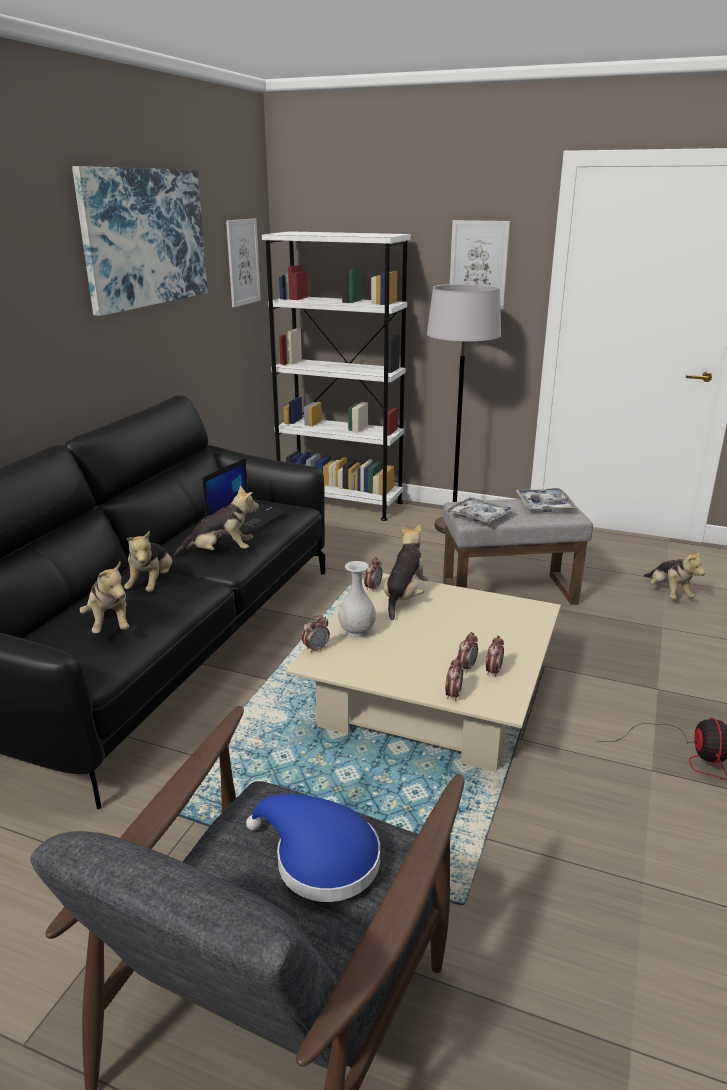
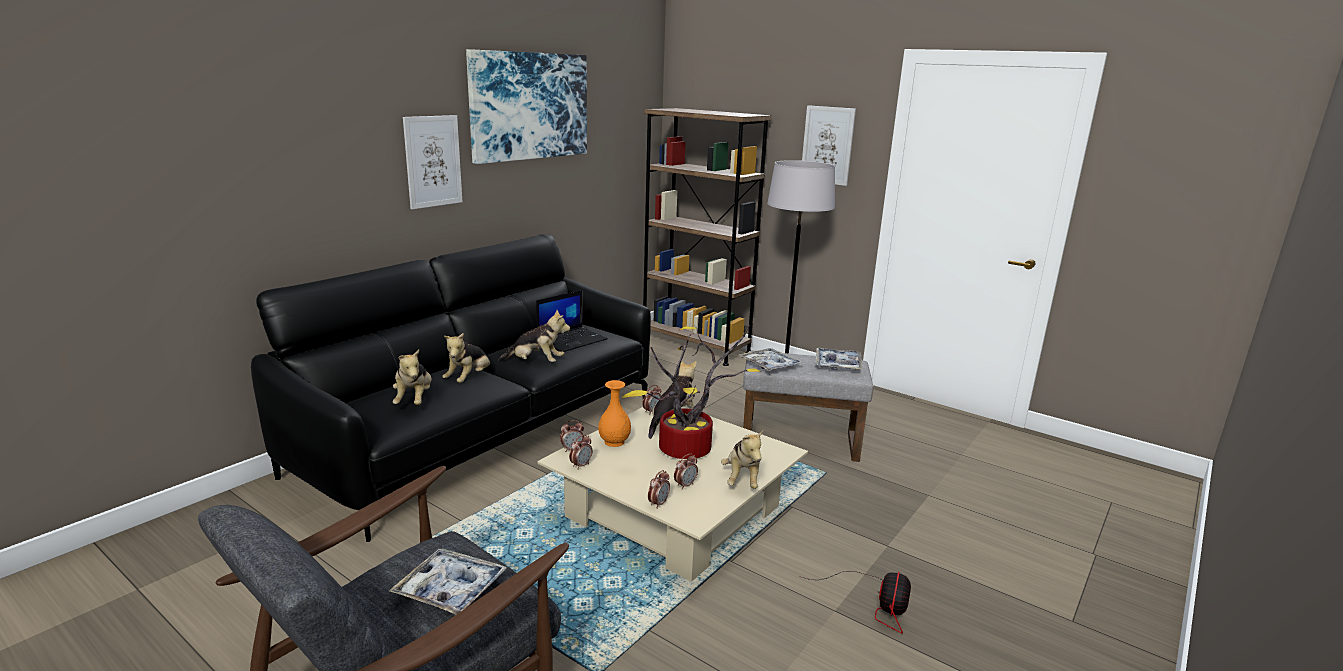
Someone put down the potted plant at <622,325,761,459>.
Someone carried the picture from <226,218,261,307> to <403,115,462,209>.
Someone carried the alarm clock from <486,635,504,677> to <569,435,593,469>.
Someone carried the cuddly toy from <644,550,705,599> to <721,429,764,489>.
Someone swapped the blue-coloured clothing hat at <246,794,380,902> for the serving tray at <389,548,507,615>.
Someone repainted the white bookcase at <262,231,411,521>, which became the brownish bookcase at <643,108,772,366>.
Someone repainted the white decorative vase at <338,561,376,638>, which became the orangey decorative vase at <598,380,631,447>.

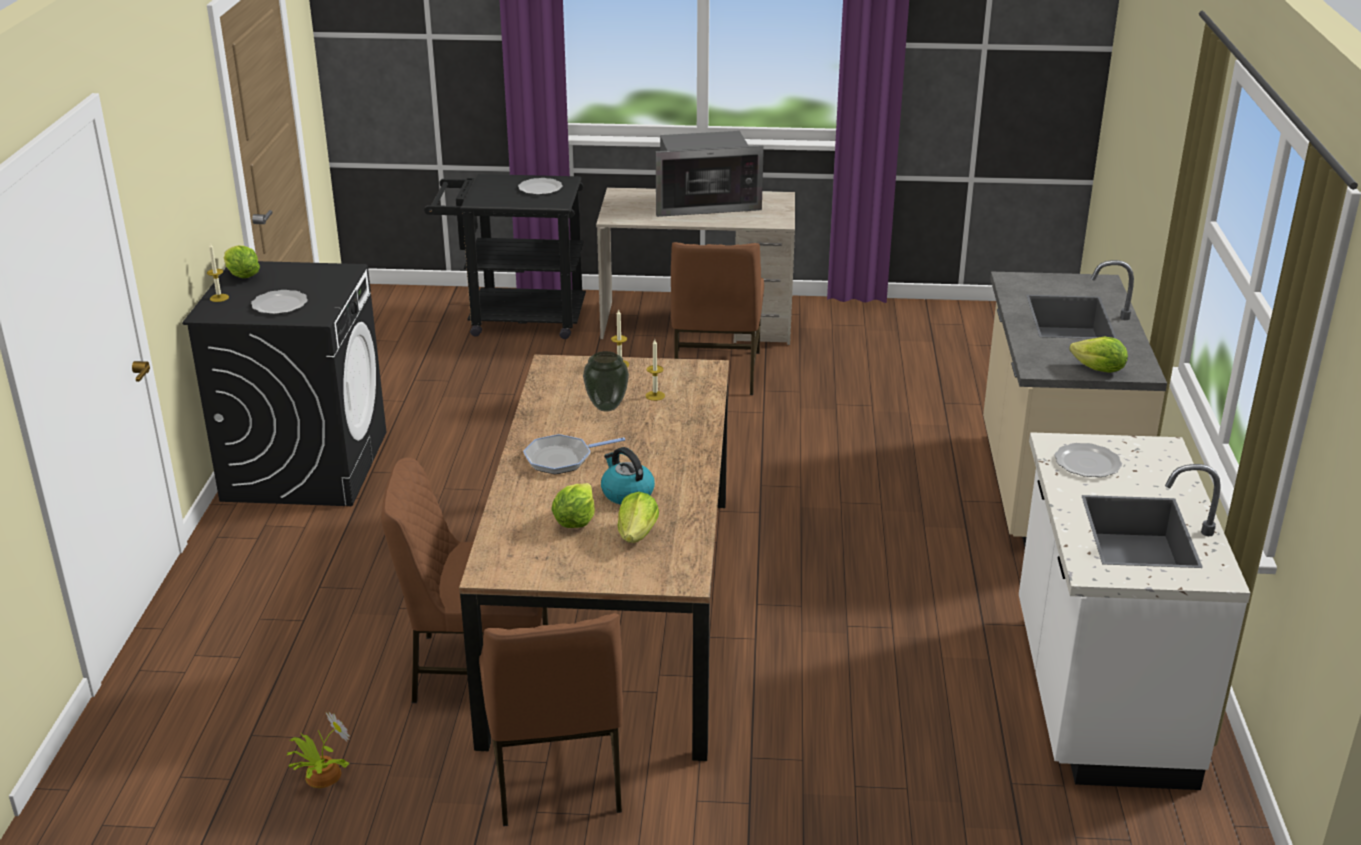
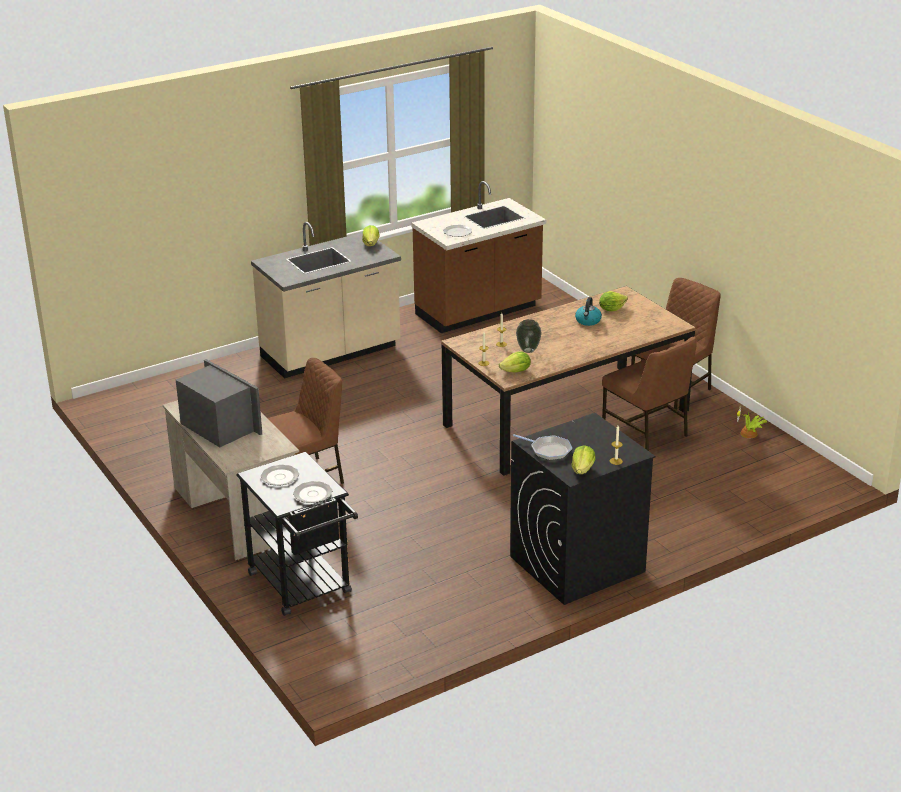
Someone carried the plate from <251,290,308,314> to <293,481,332,503>.
Someone carried the skillet from <523,434,625,474> to <513,434,572,460>.
Someone carried the lettuce from <551,483,595,528> to <499,352,531,373>.
Someone repainted the white kitchen counter at <1019,432,1250,790>, which became the brownish kitchen counter at <411,181,546,333>.

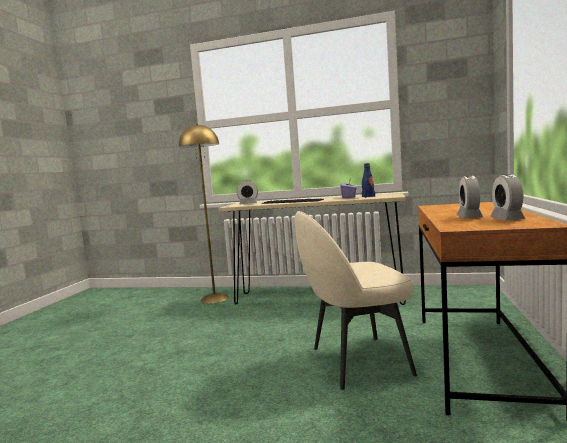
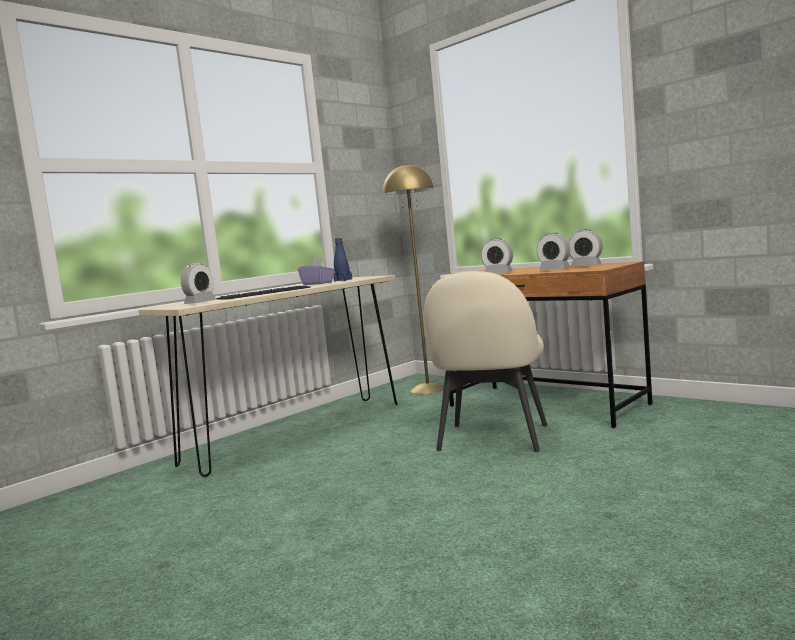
Someone put down the alarm clock at <481,238,513,273>.
Someone carried the yellowish floor lamp from <179,124,229,303> to <383,164,444,394>.

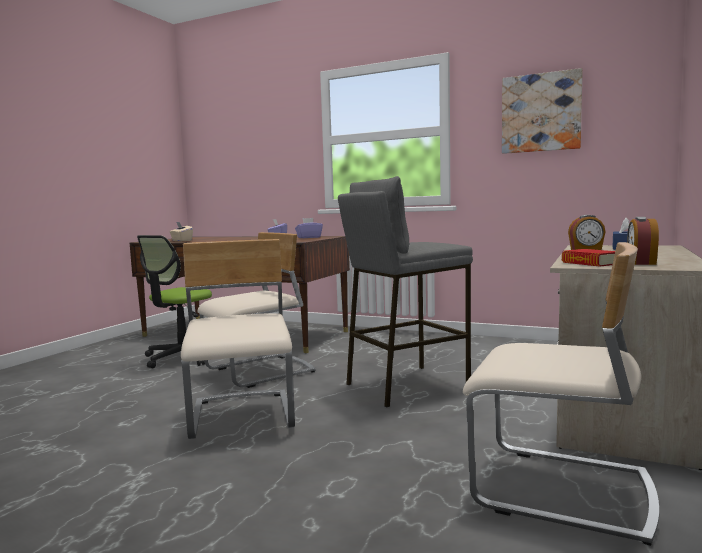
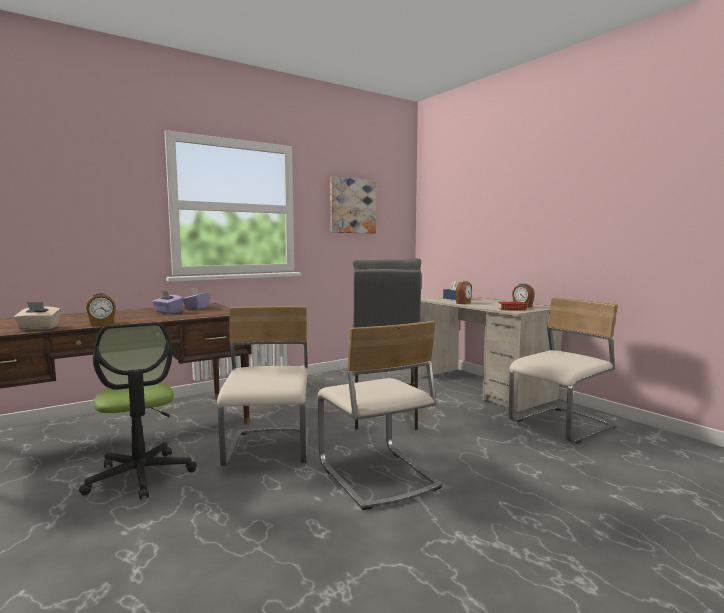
Someone put down the alarm clock at <86,293,116,326>.
Someone rotated the sand-coloured plain chair at <181,239,295,439> by 135 degrees counterclockwise.

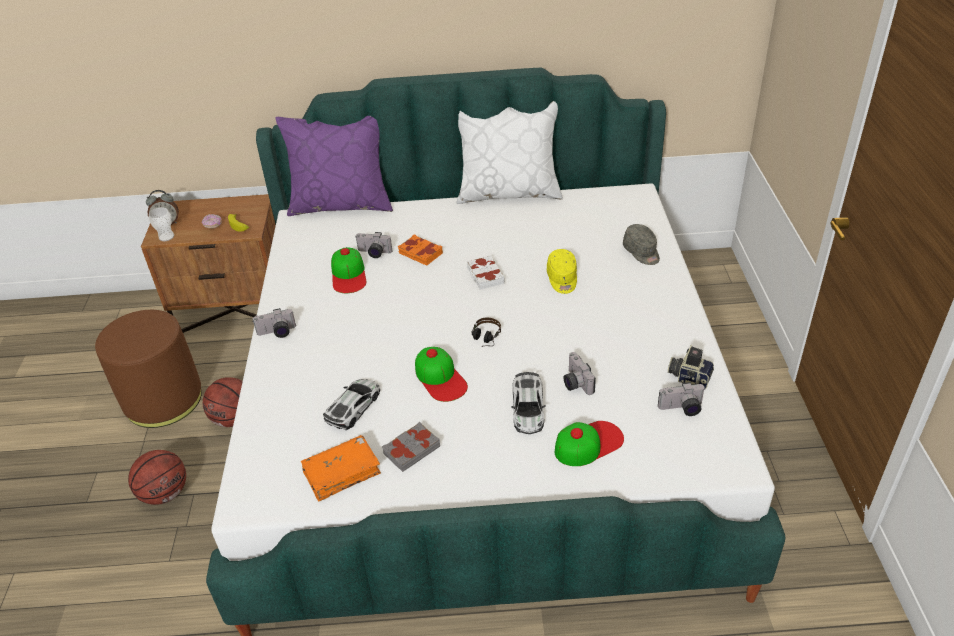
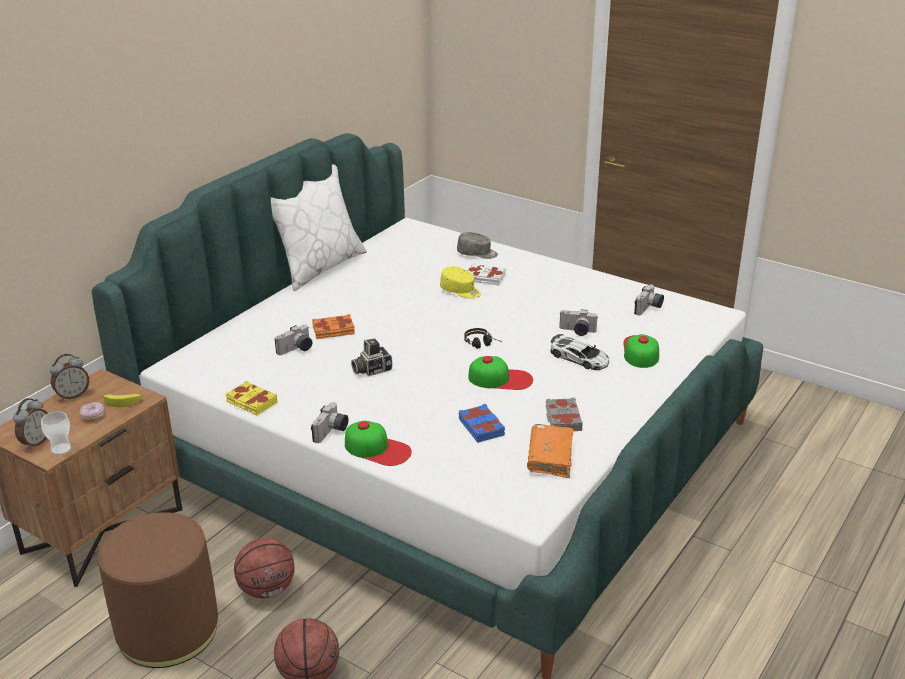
Someone took away the purplish cushion at <276,116,393,216>.
Someone put down the alarm clock at <50,354,89,400>.
Someone put down the yellowish volume at <225,381,277,416>.
Someone carried the peaked cap from <331,247,366,293> to <345,421,412,466>.
Someone carried the white volume from <467,255,505,290> to <468,263,506,285>.
Someone carried the still camera from <668,345,714,389> to <351,339,392,376>.
Someone swapped the toy car at <323,379,380,430> for the blue-coloured volume at <459,404,505,443>.

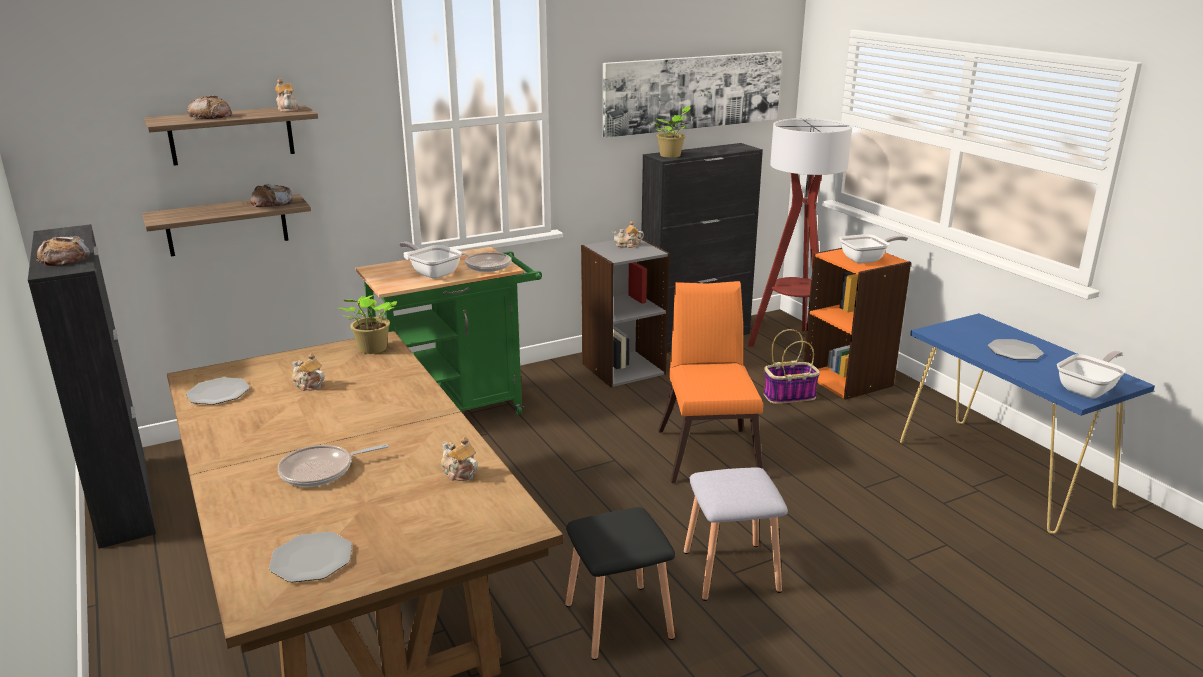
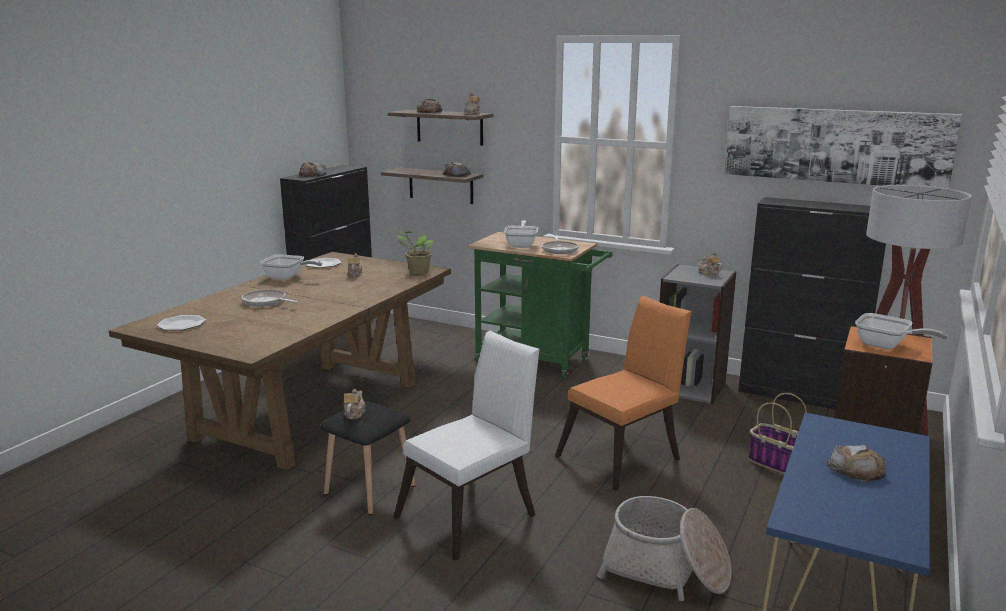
Someone took away the potted plant at <651,106,690,158>.
Someone put down the basket at <597,496,732,601>.
Someone carried the teapot from <441,437,478,481> to <344,389,366,419>.
Someone carried the skillet from <1057,350,1126,399> to <260,254,322,279>.
Someone swapped the grey stool seat at <684,467,788,601> for the white plain chair at <393,331,540,561>.
Someone swapped the plate at <988,339,1043,360> for the baked bread at <827,445,886,482>.

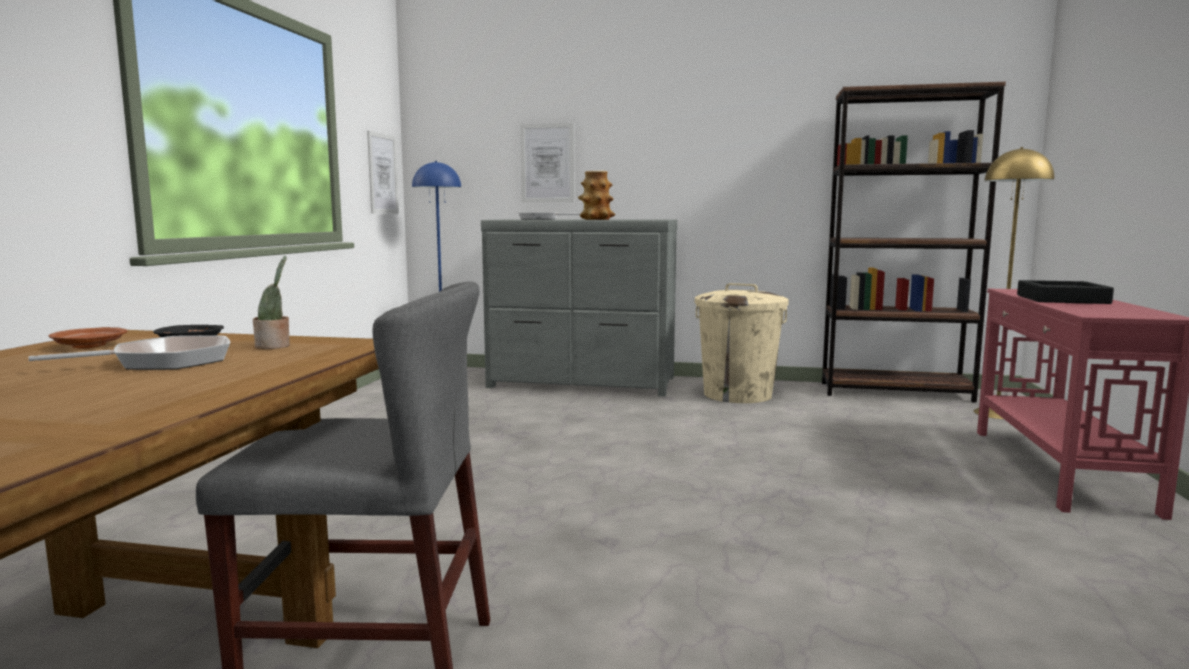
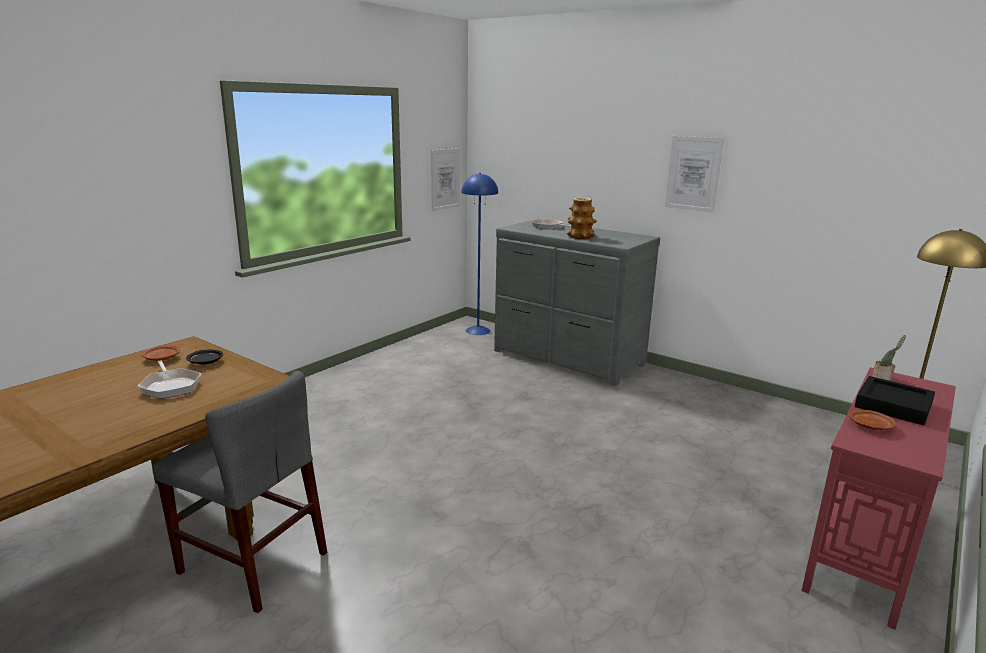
Someone took away the sand-coloured rubbish bin at <695,283,789,403>.
Someone took away the brownish bookcase at <822,82,1006,403>.
Someone put down the brownish plate at <849,410,896,430>.
Someone carried the potted plant from <253,256,290,349> to <872,335,906,381>.
Someone carried the picture from <520,123,575,202> to <665,136,724,213>.
Someone rotated the skillet at <29,335,230,370> by 60 degrees clockwise.

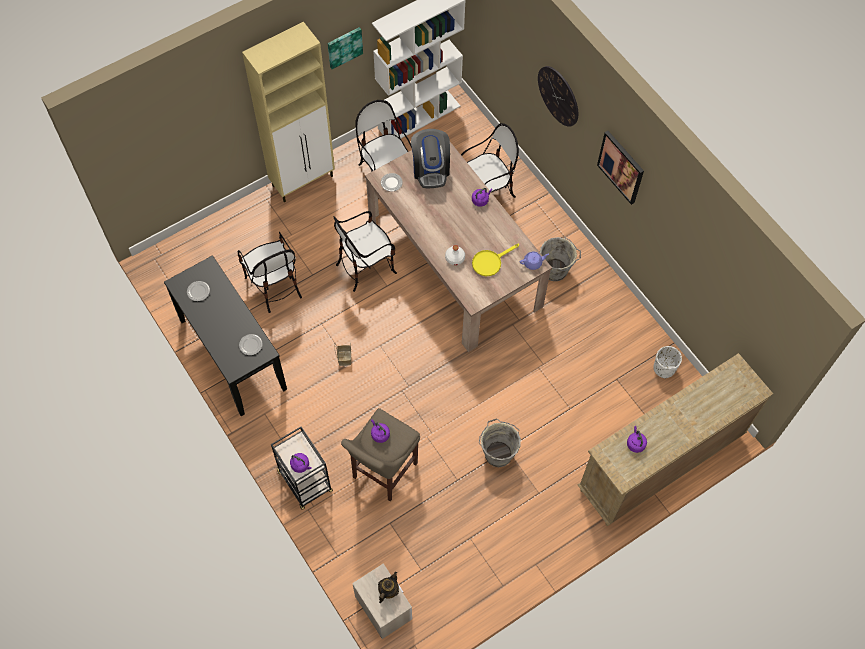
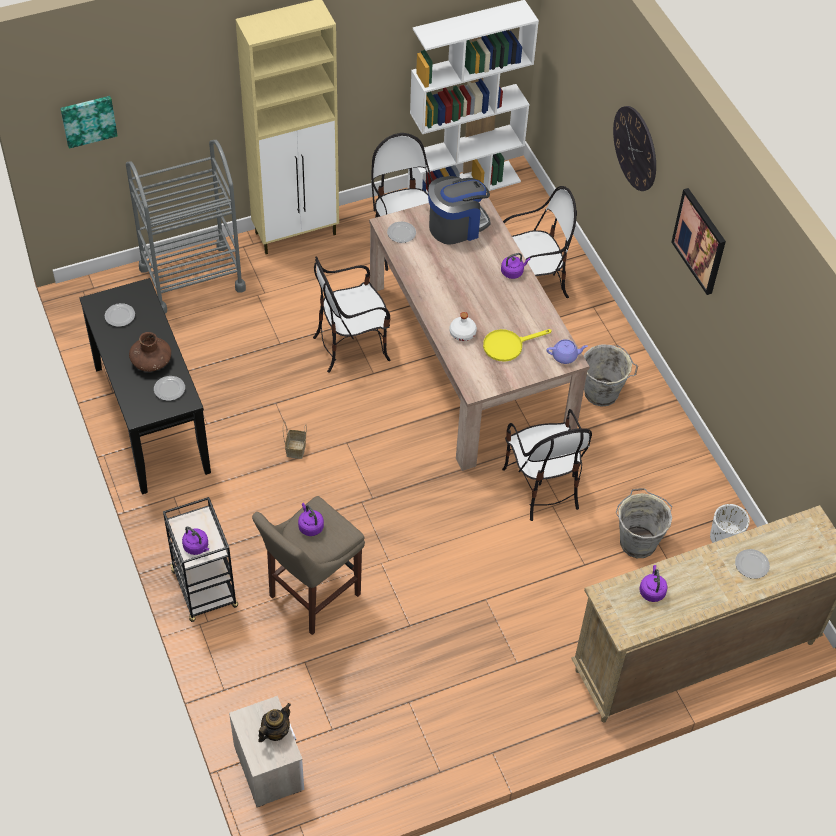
Someone put down the grey trolley at <126,140,246,314>.
Someone put down the brownish decorative vase at <129,332,171,372>.
Someone put down the plate at <735,549,770,579>.
Someone carried the plain chair from <238,232,302,313> to <502,409,592,521>.
Someone carried the picture from <328,27,363,69> to <60,96,118,149>.
Someone carried the grey water bucket from <479,419,521,467> to <616,488,672,558>.
Someone rotated the coffee brewer at <411,129,450,188> by 120 degrees counterclockwise.

